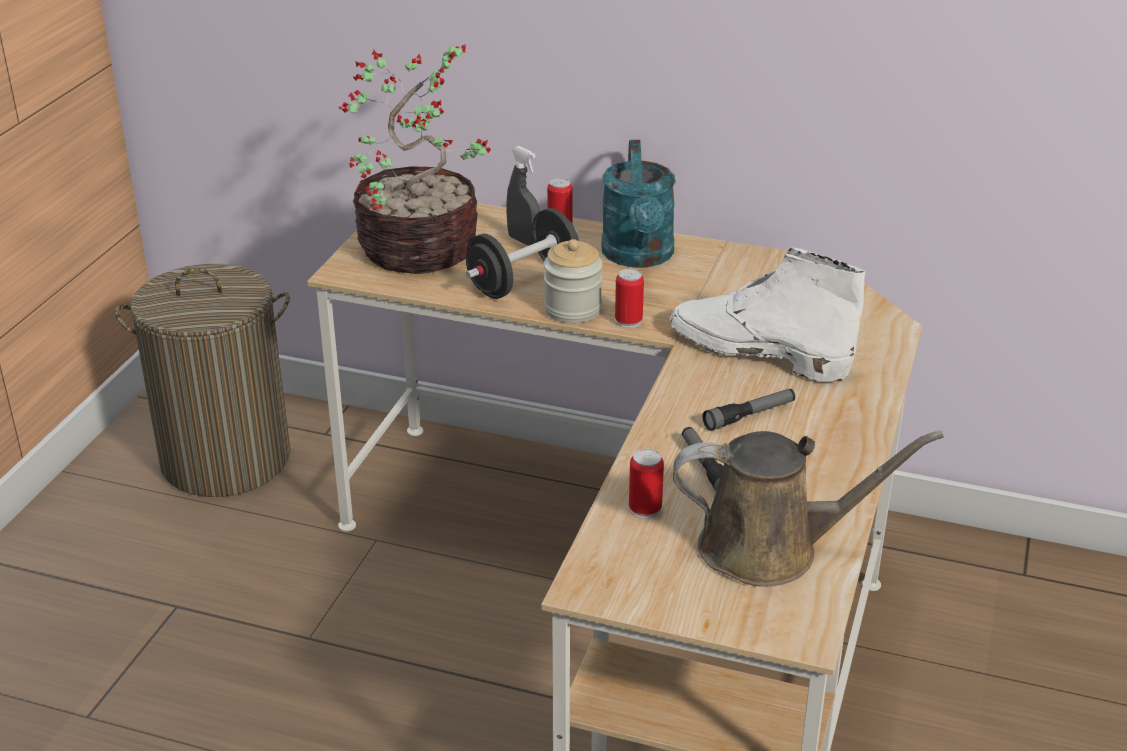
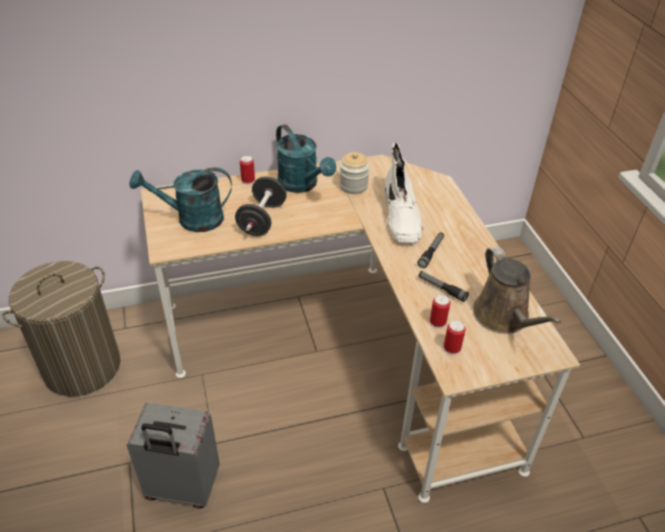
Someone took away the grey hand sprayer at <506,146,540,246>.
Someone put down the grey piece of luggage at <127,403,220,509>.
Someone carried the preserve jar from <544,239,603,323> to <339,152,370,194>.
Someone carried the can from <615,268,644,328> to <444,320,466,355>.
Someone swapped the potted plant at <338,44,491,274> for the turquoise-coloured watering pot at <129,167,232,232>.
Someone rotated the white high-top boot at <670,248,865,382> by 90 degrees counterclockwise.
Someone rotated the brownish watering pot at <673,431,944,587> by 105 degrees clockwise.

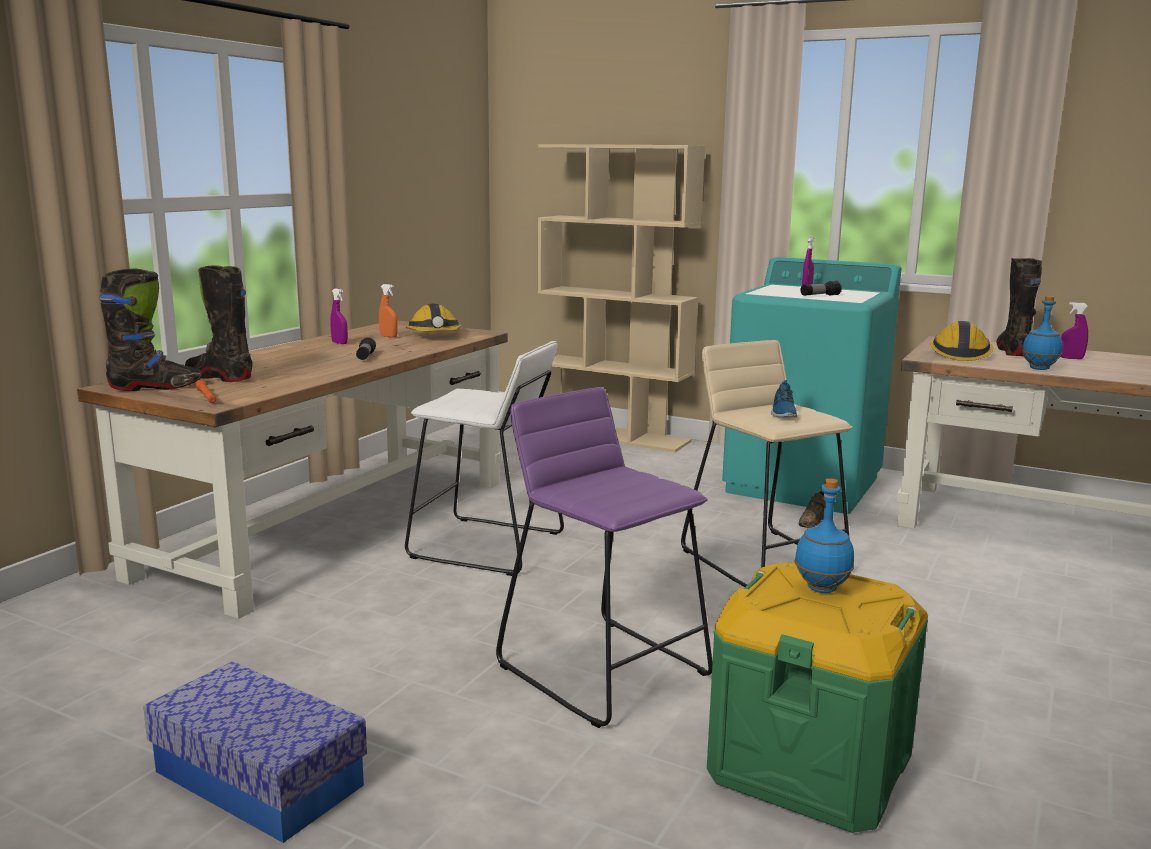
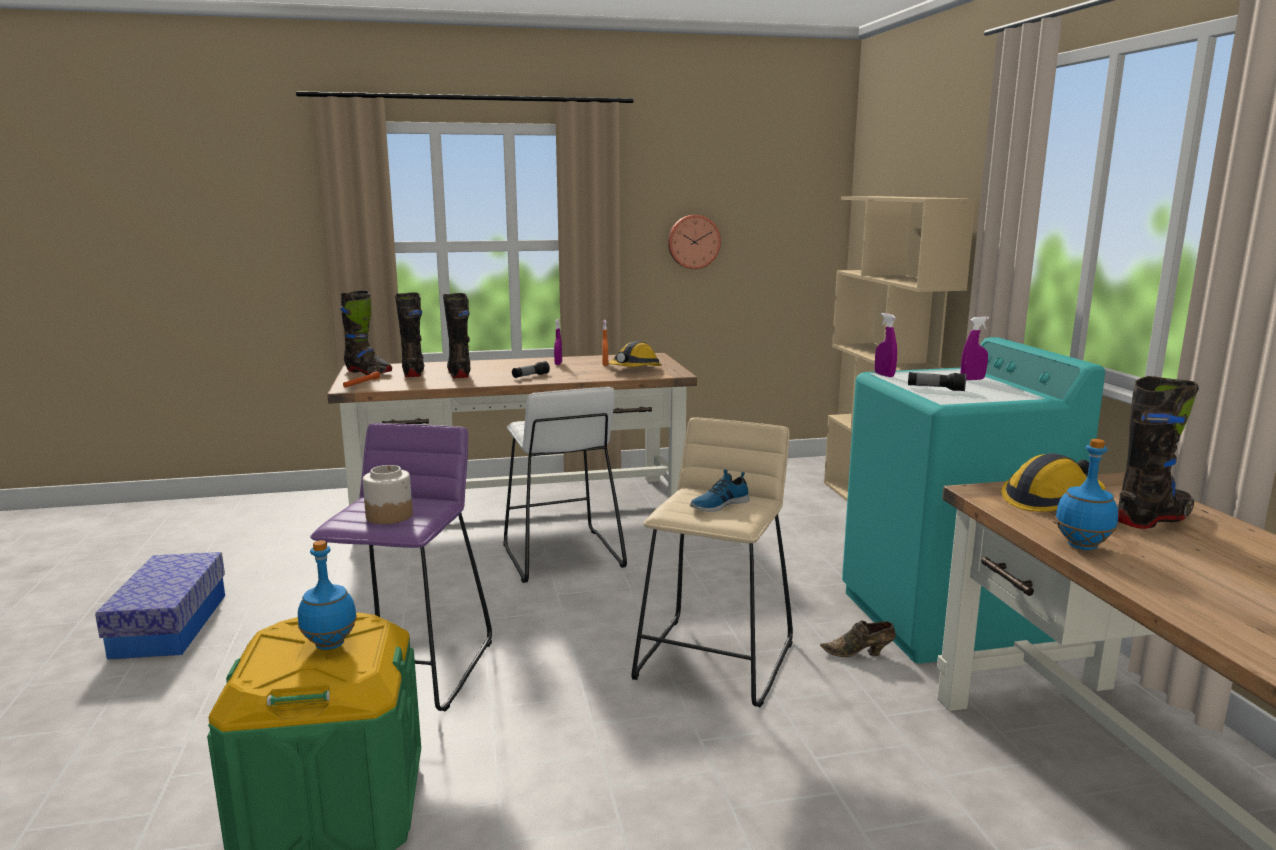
Someone put down the preserve jar at <363,465,413,524>.
Someone put down the black high-top boot at <443,293,471,378>.
Someone put up the wall clock at <668,215,721,269>.
Someone carried the purplish hand sprayer from <1060,302,1088,359> to <875,313,897,377>.

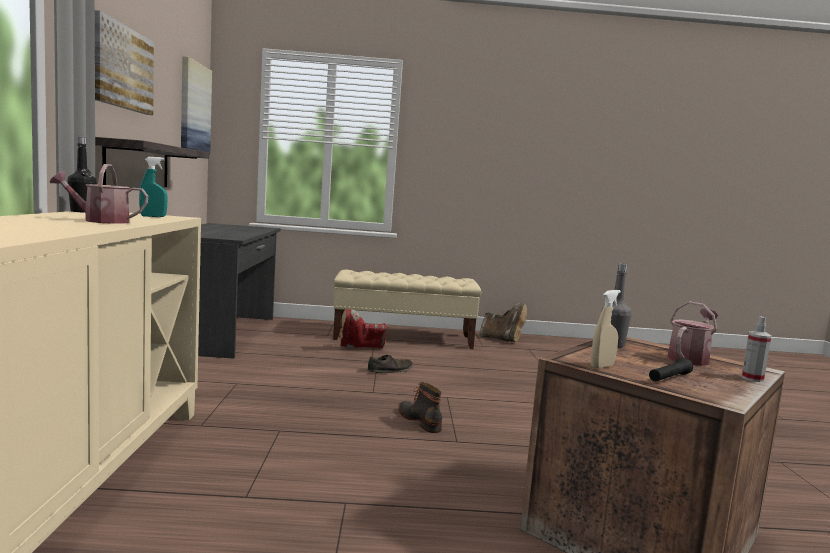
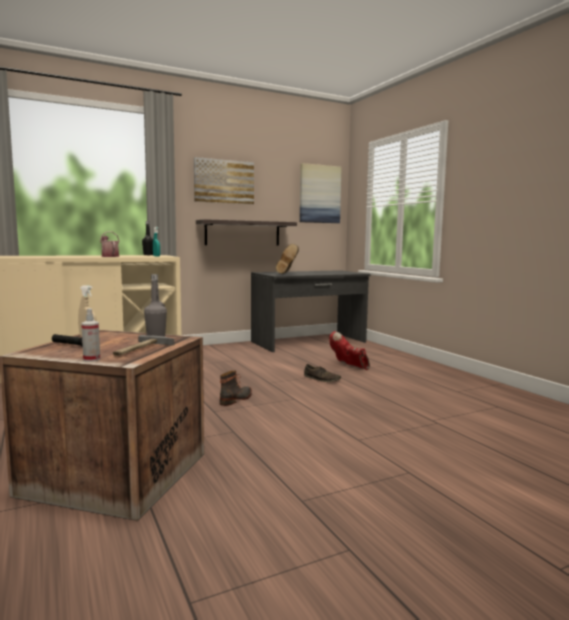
Someone took away the sand-coloured bench at <333,270,481,349>.
Someone carried the brownish high-top boot from <480,303,527,342> to <276,244,299,274>.
Someone swapped the watering pot at <667,301,718,366> for the hammer at <113,335,174,356>.

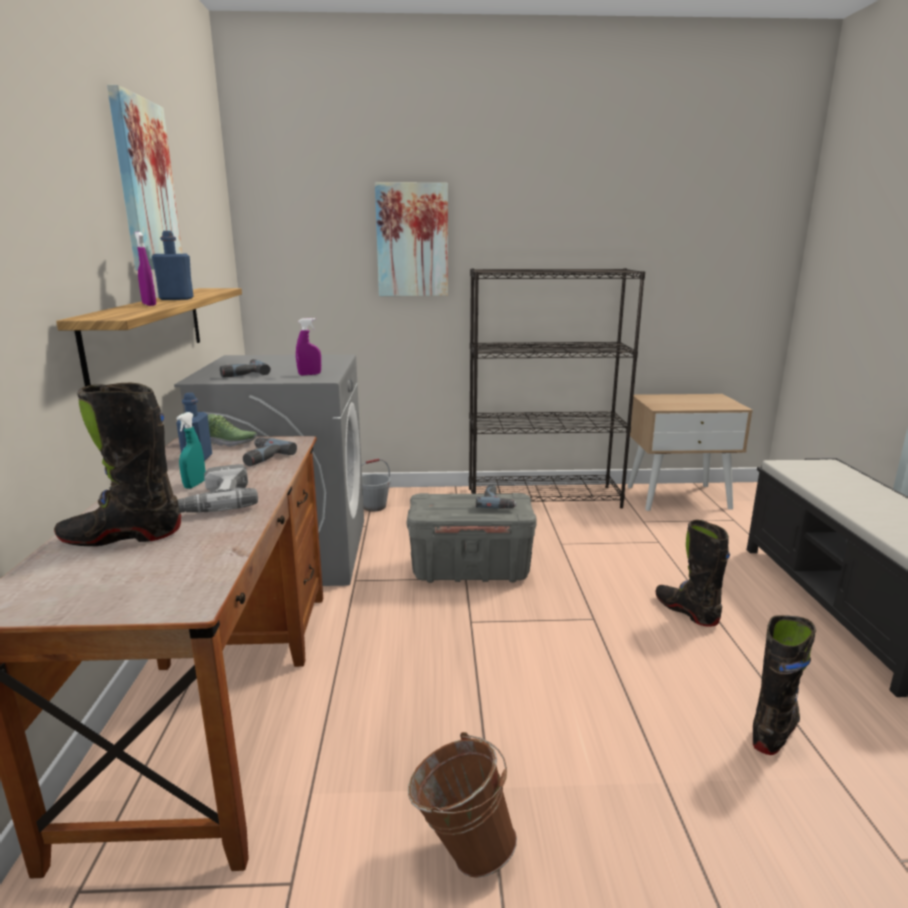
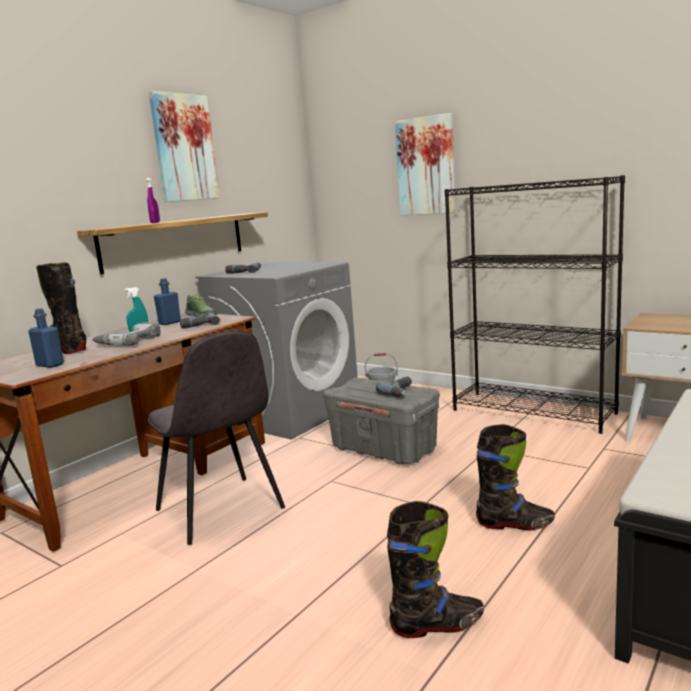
Someone took away the purplish hand sprayer at <296,318,321,376>.
Someone took away the brownish water bucket at <408,732,517,878>.
Someone put down the grey plain chair at <148,330,285,545>.
Someone carried the blue-coloured bottle from <152,231,194,300> to <28,308,64,368>.
Someone rotated the black high-top boot at <655,520,730,627> by 90 degrees clockwise.

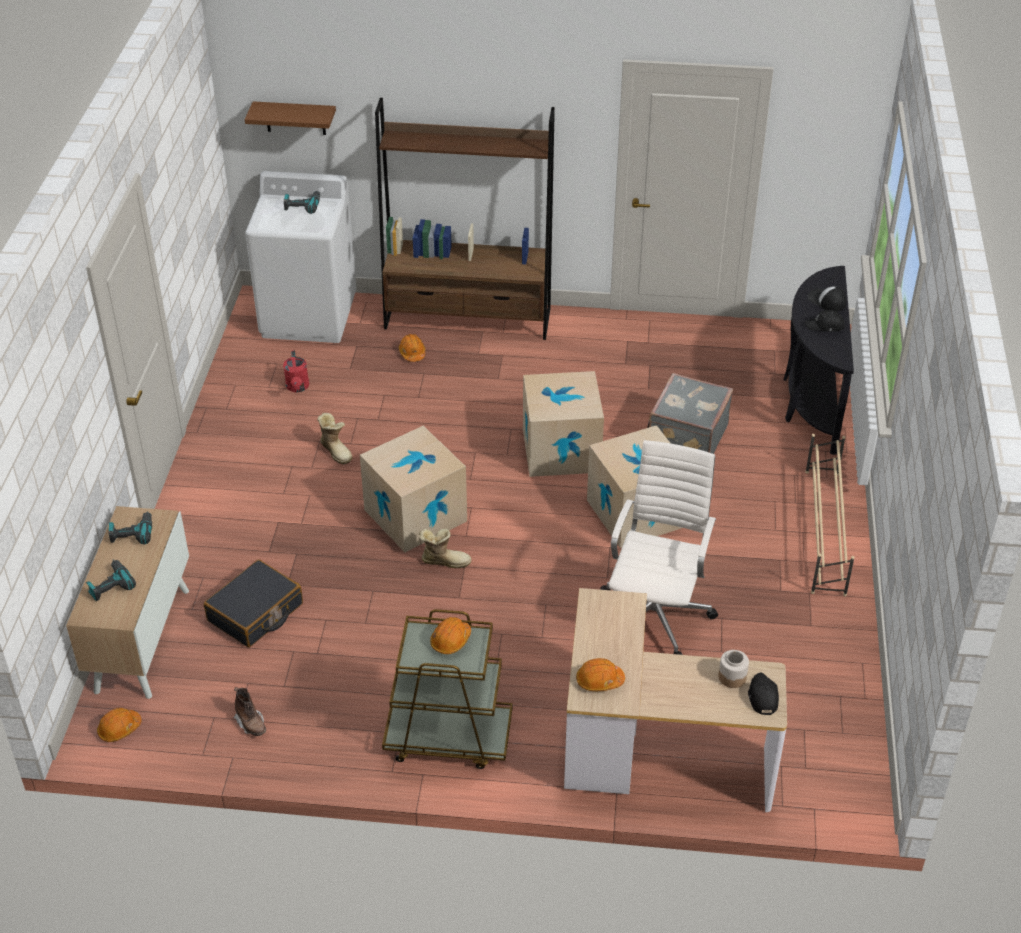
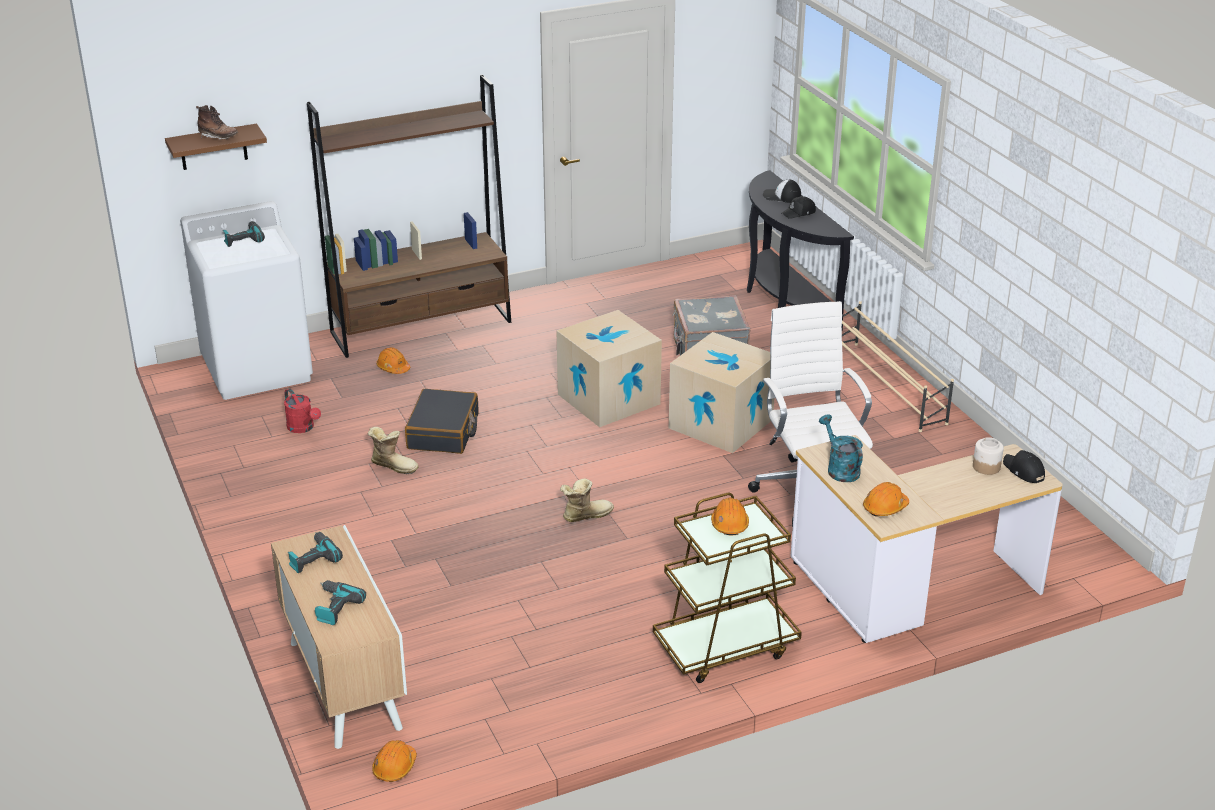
Someone took away the packing box at <360,426,467,552>.
Someone put down the turquoise-coloured watering pot at <819,414,863,482>.
Someone carried the black piece of luggage from <204,560,303,647> to <405,389,479,454>.
Someone carried the brownish high-top boot from <234,687,266,736> to <196,105,238,140>.

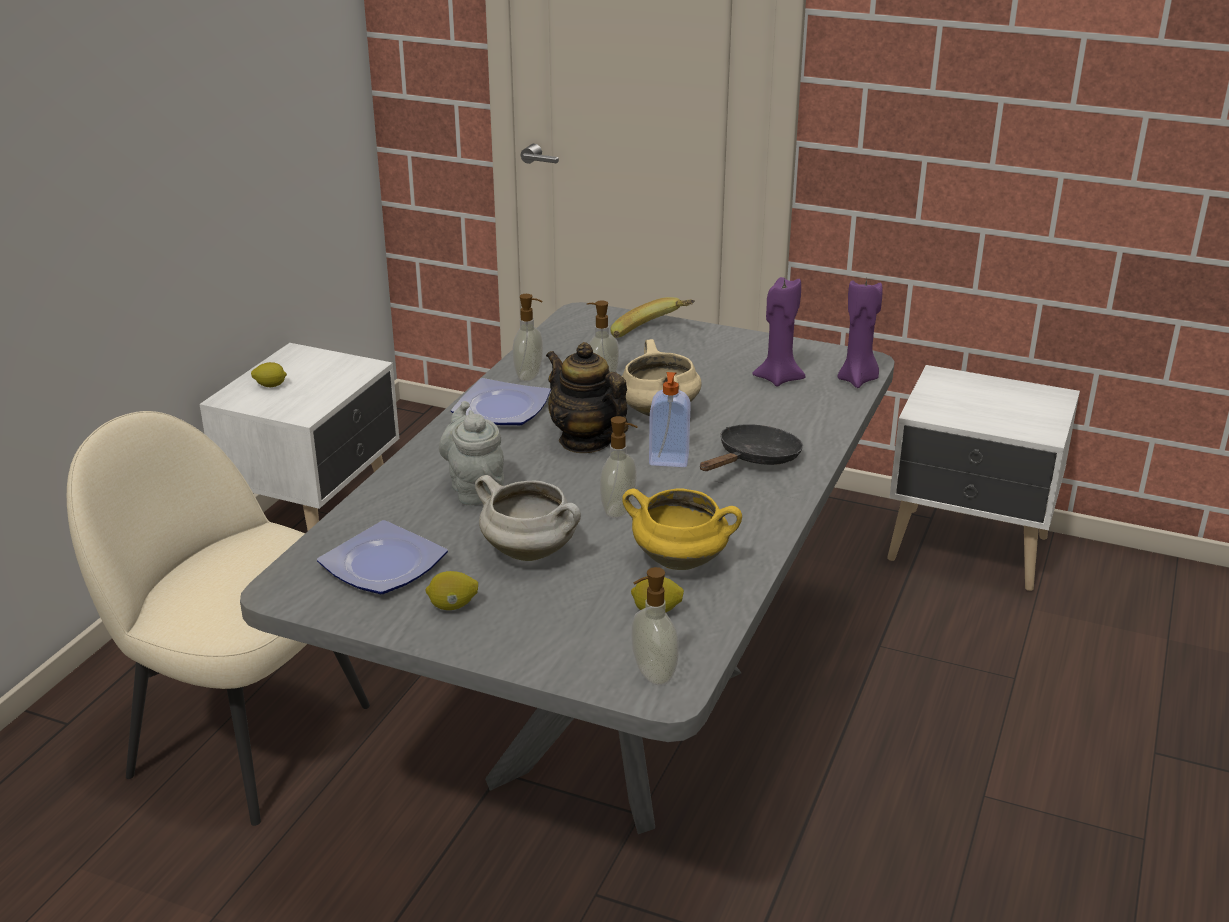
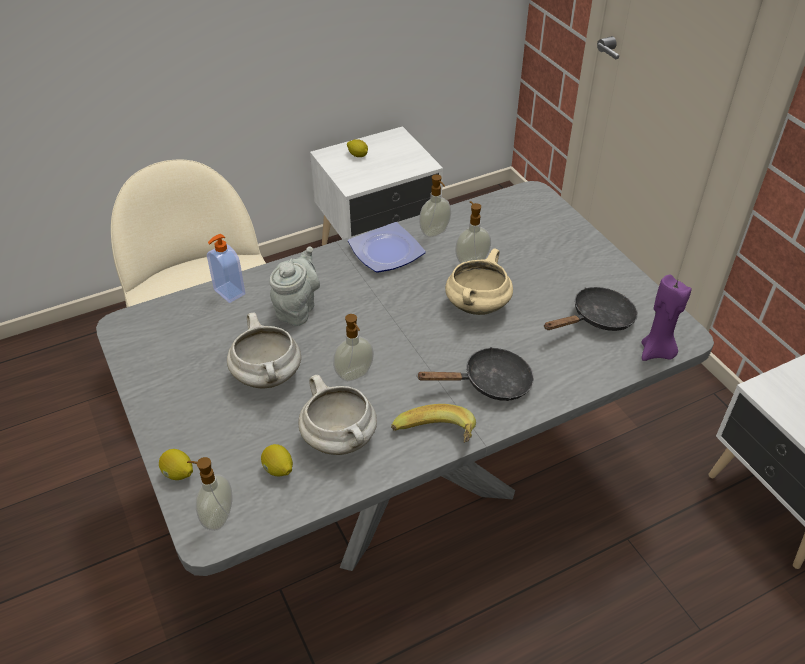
Someone took away the plate at <317,520,448,594>.
Someone took away the teapot at <546,342,628,453>.
Someone carried the whole lemon from <426,571,478,610> to <159,449,193,480>.
Someone carried the whole banana from <610,297,695,338> to <391,404,476,443>.
Someone carried the soap dispenser from <649,372,691,467> to <207,234,245,303>.
Someone swapped the purplish candle at <752,277,806,387> for the black skillet at <544,287,638,331>.
Someone repainted the yellowish saucepot at <622,488,742,570>, which became the white saucepot at <298,375,377,455>.

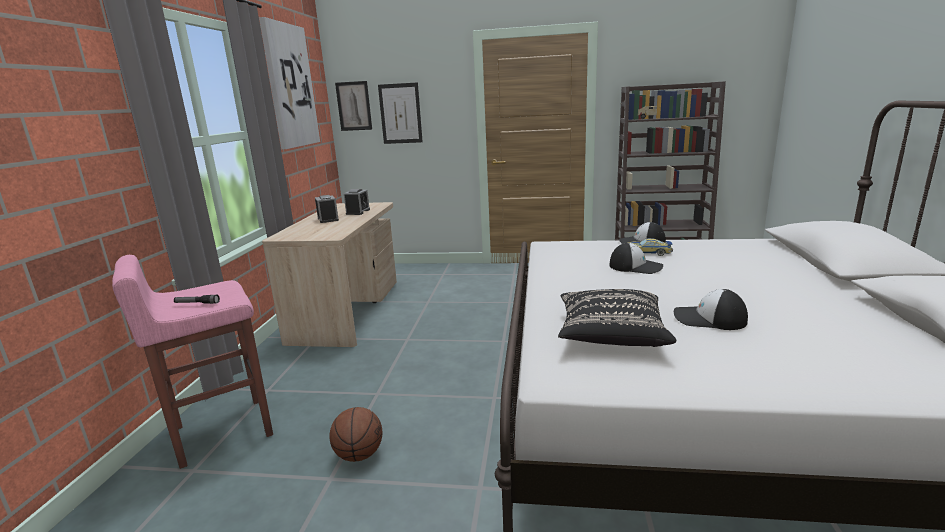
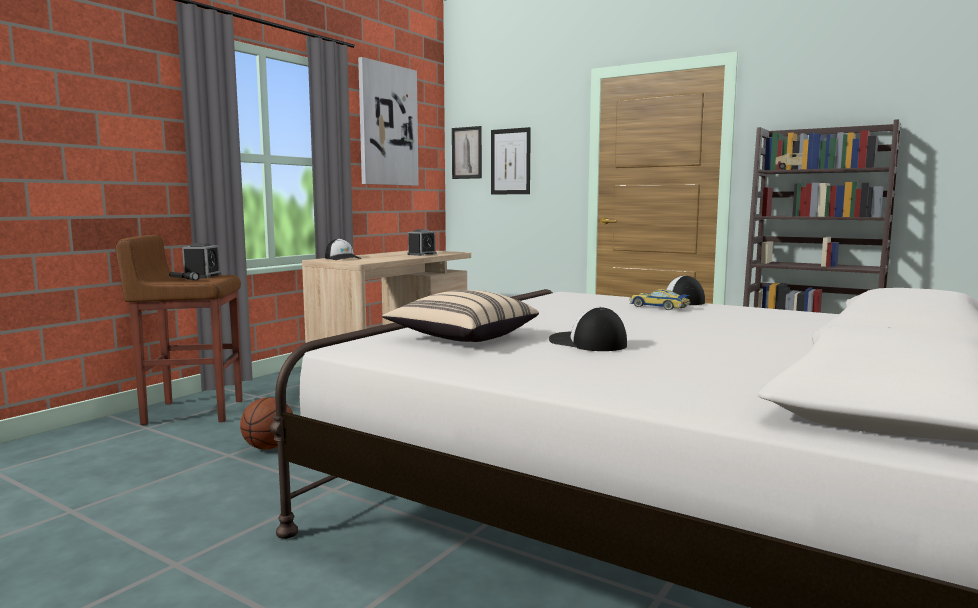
Someone carried the alarm clock from <315,195,339,223> to <182,243,221,278>.
Someone carried the peaked cap from <609,243,663,274> to <325,239,361,260>.
Someone repainted the pinkish stool seat at <112,255,273,469>, which became the brownish stool seat at <115,235,243,425>.
Someone repainted the black cushion at <558,289,676,347>, which became the sand-coloured cushion at <382,290,539,342>.

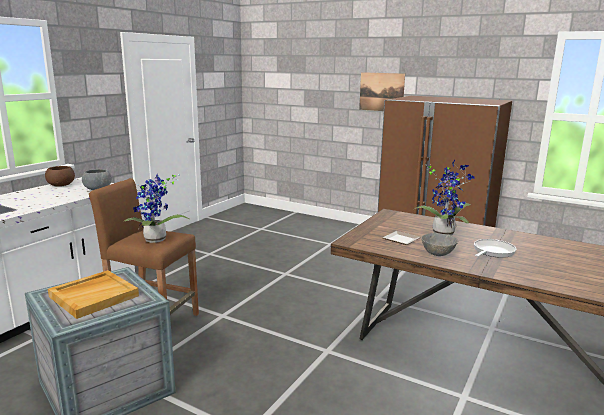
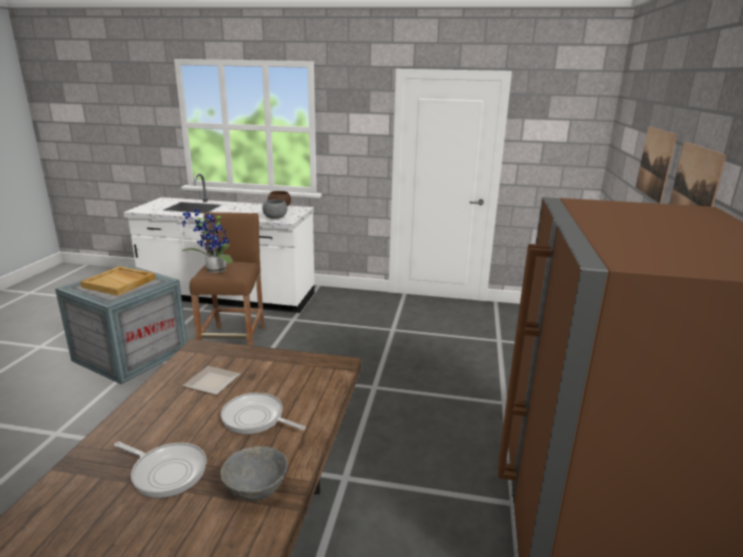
Someone put up the picture at <636,126,677,204>.
Someone carried the grey serving bowl from <421,233,458,256> to <221,446,288,501>.
Someone swapped the potted plant at <414,159,474,236> for the skillet at <221,393,306,434>.

